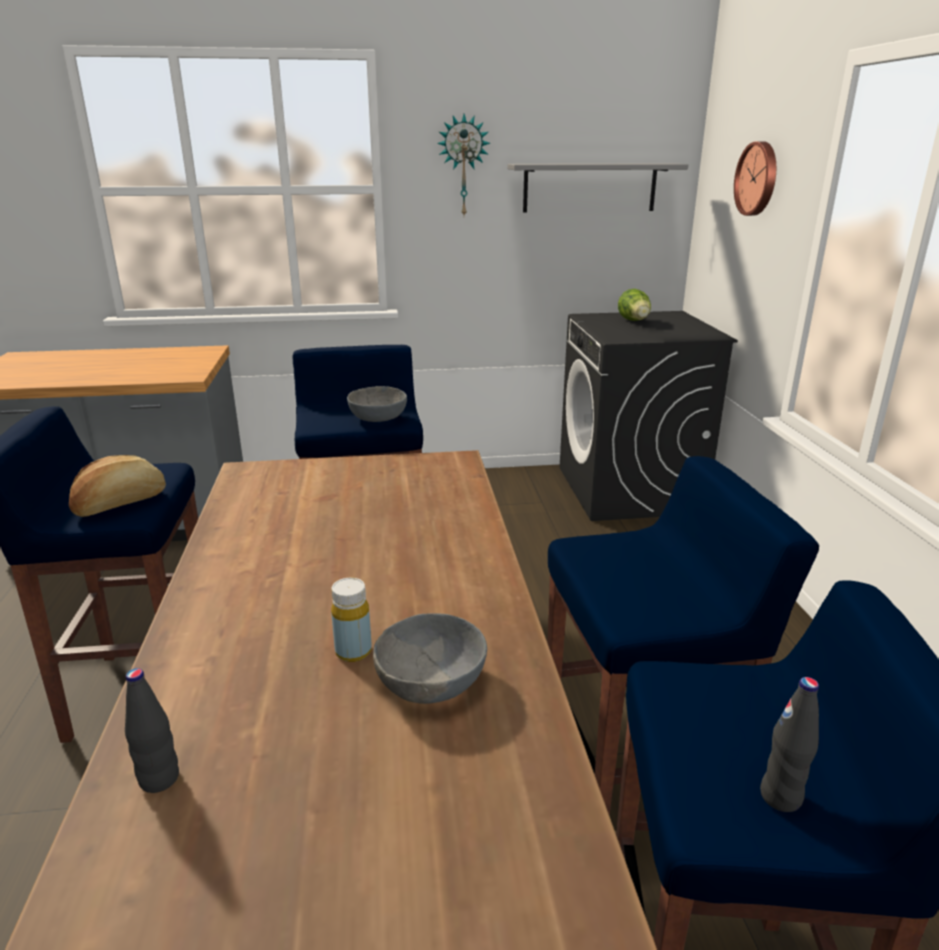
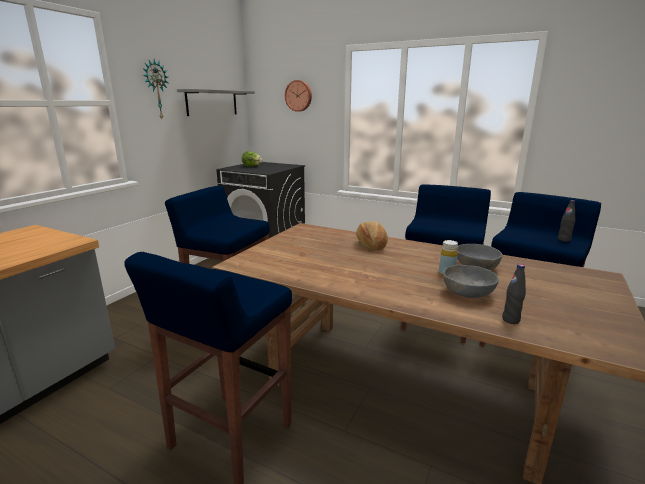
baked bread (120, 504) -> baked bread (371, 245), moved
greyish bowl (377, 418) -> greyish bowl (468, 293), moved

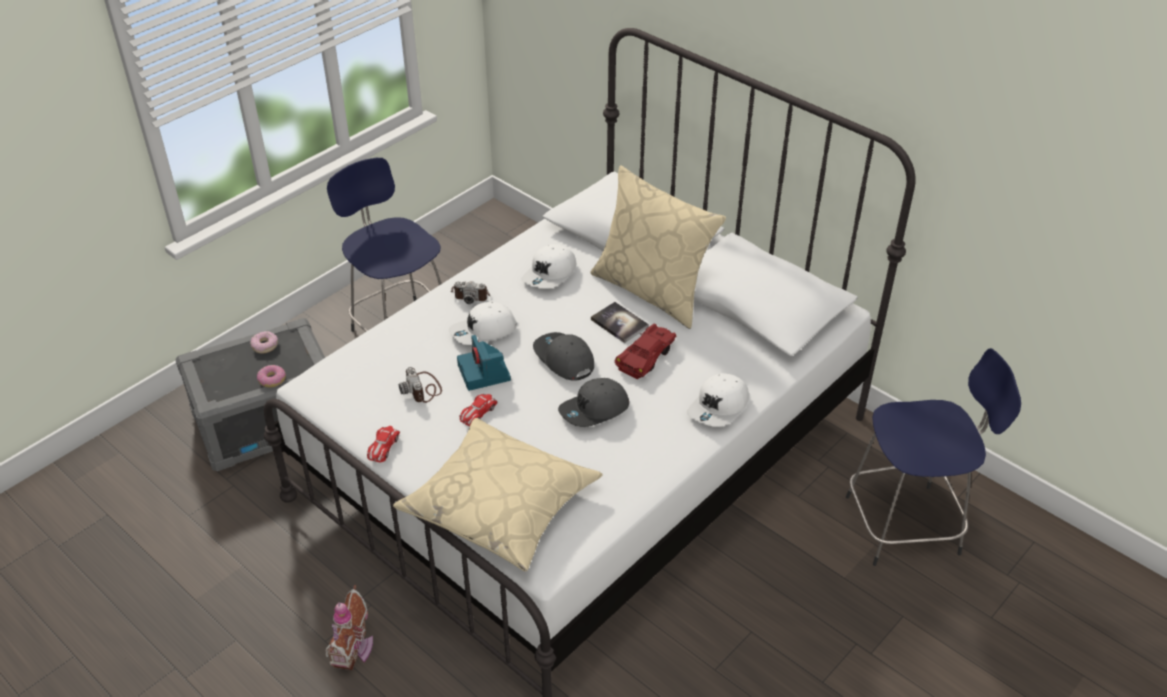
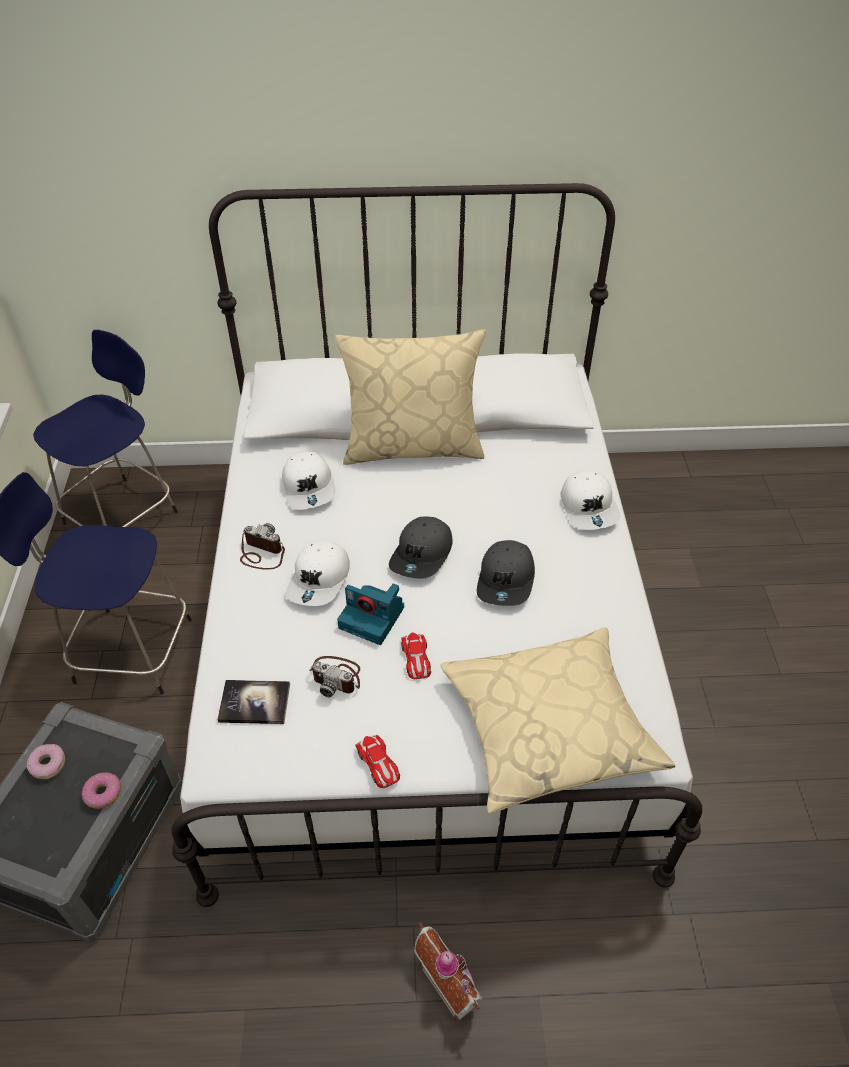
still camera (471, 294) -> still camera (261, 553), 120 degrees counterclockwise
greyish peaked cap (563, 359) -> greyish peaked cap (422, 555), 75 degrees counterclockwise
bound book (619, 323) -> bound book (254, 703), moved
reddish model car (646, 357) -> none
blue-coloured stool seat (906, 524) -> blue-coloured stool seat (124, 515), moved

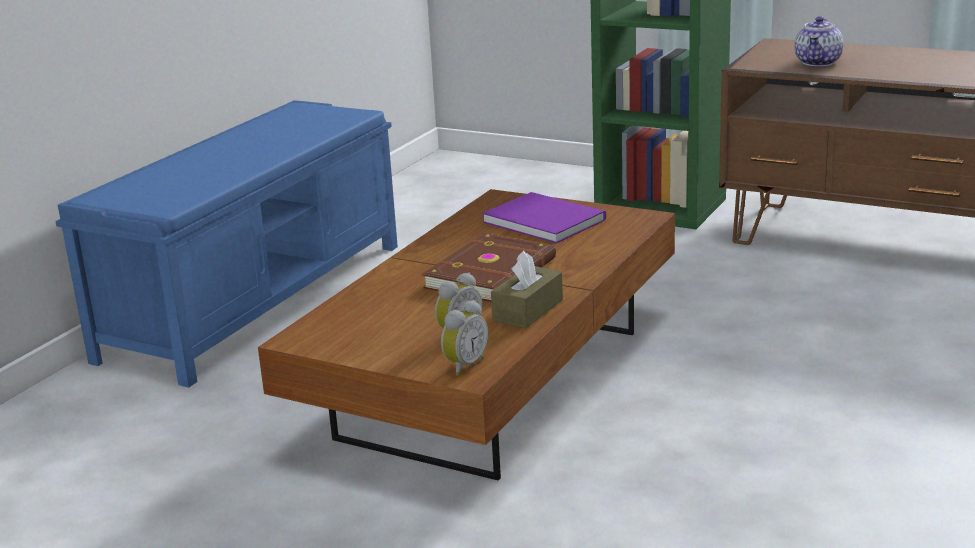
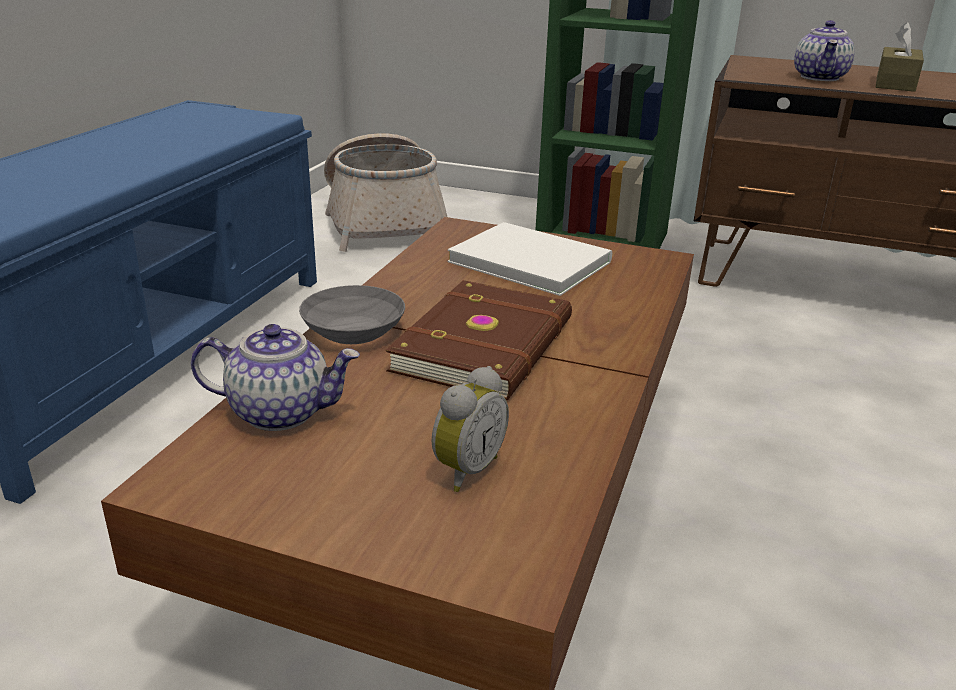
table clock (463, 365) -> none
purple bound book (543, 219) -> whitish bound book (528, 260)
brownish tissue box (528, 310) -> brownish tissue box (895, 83), moved
none -> pot for tea (281, 412)
none -> greyish bowl (356, 330)
none -> household basket (384, 222)

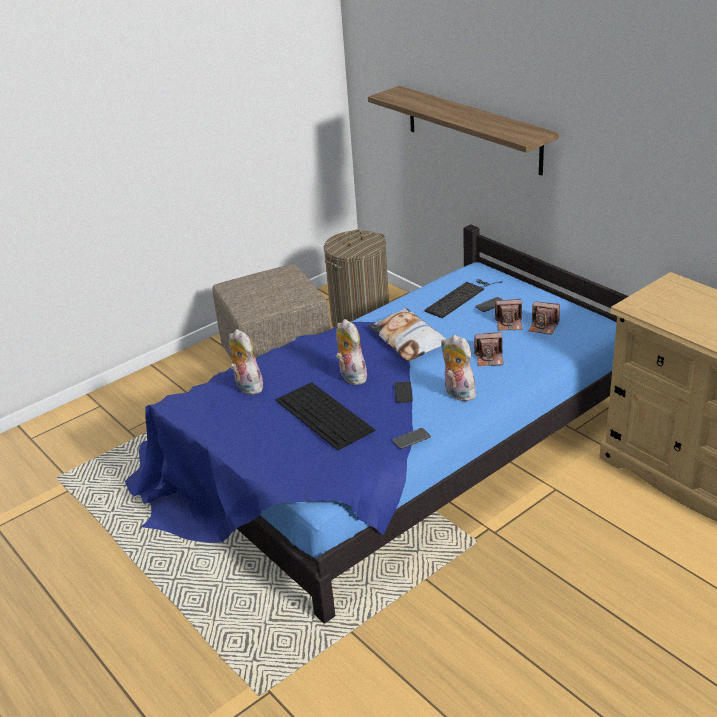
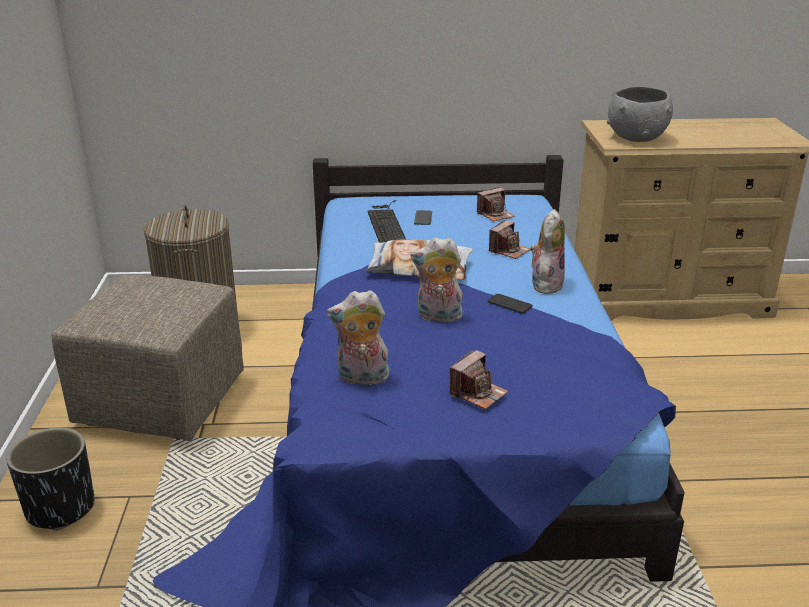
PC keyboard (325, 415) -> none
bracket shelf (473, 129) -> none
handset (411, 439) -> none
cuddly toy (457, 393) -> cuddly toy (545, 284), 120 degrees clockwise
still camera (509, 323) -> still camera (478, 393), moved
none -> black planter (61, 508)
none -> greyish bowl (636, 138)

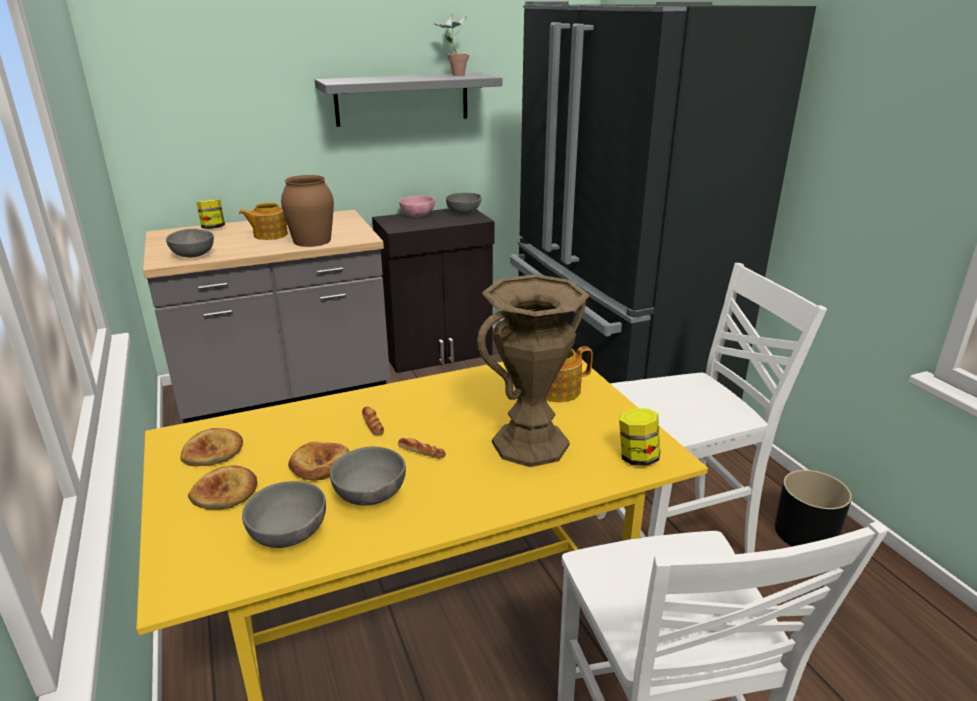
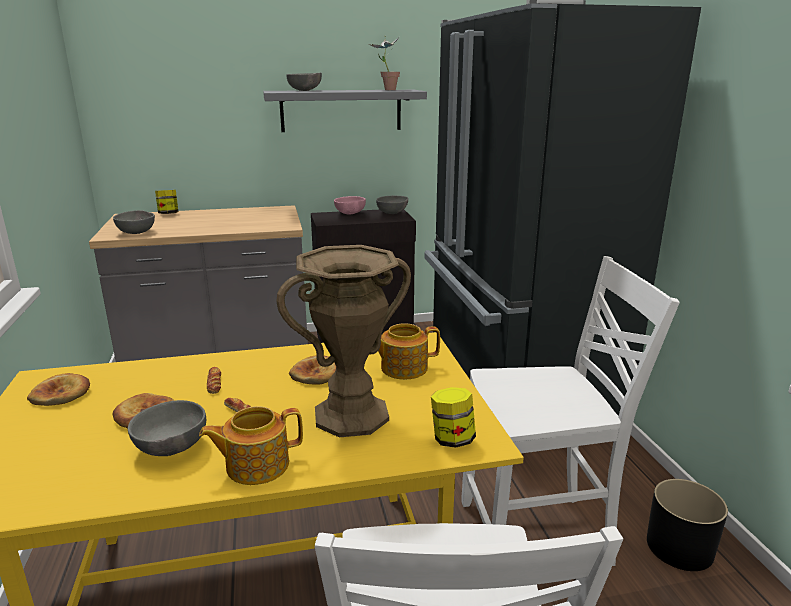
baked bread (225, 492) -> baked bread (317, 374), moved
pot for tea (269, 235) -> pot for tea (256, 465), moved
greyish bowl (290, 536) -> greyish bowl (305, 90), moved
brownish vase (312, 240) -> none

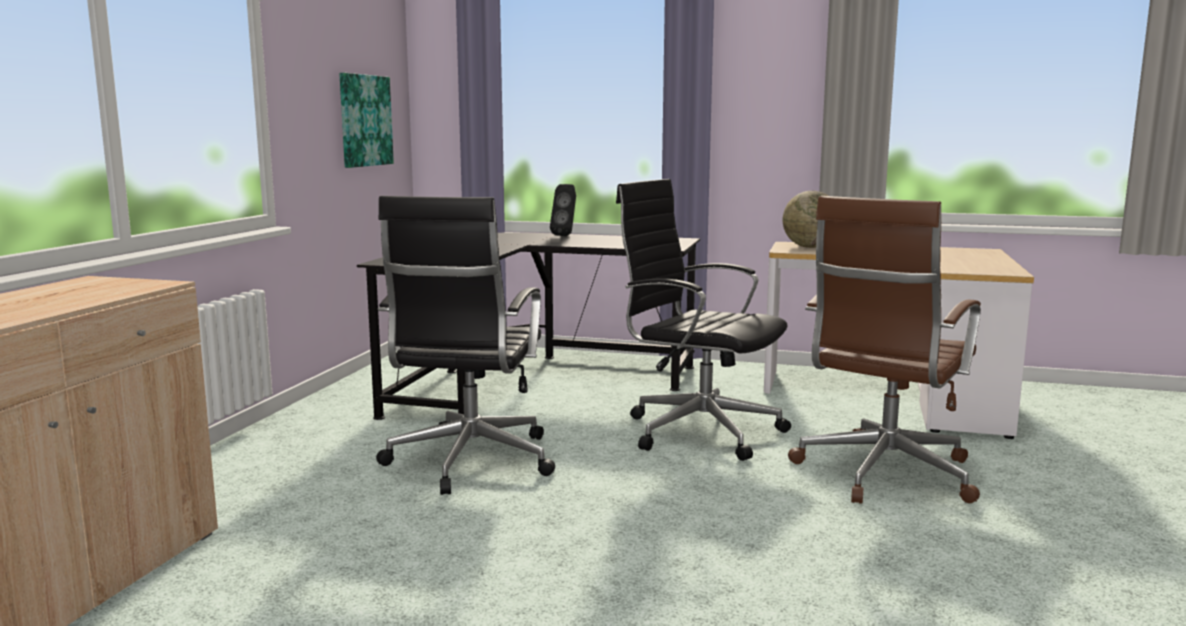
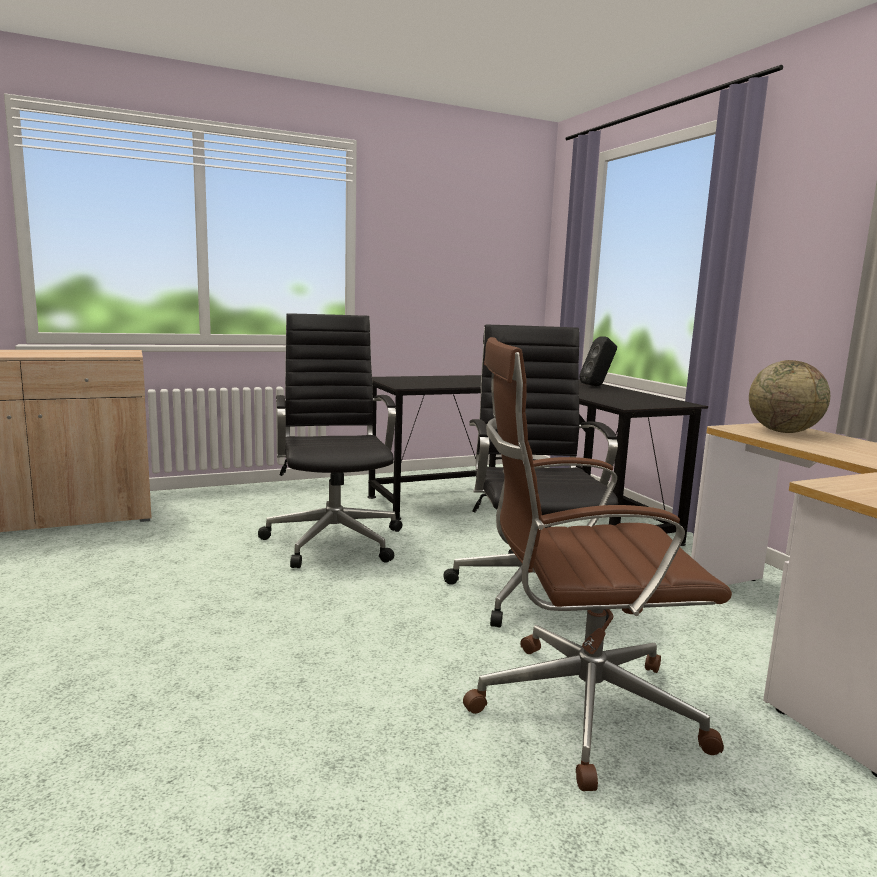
wall art (364, 120) -> none
black office chair (469, 462) -> black office chair (334, 540), 105 degrees clockwise

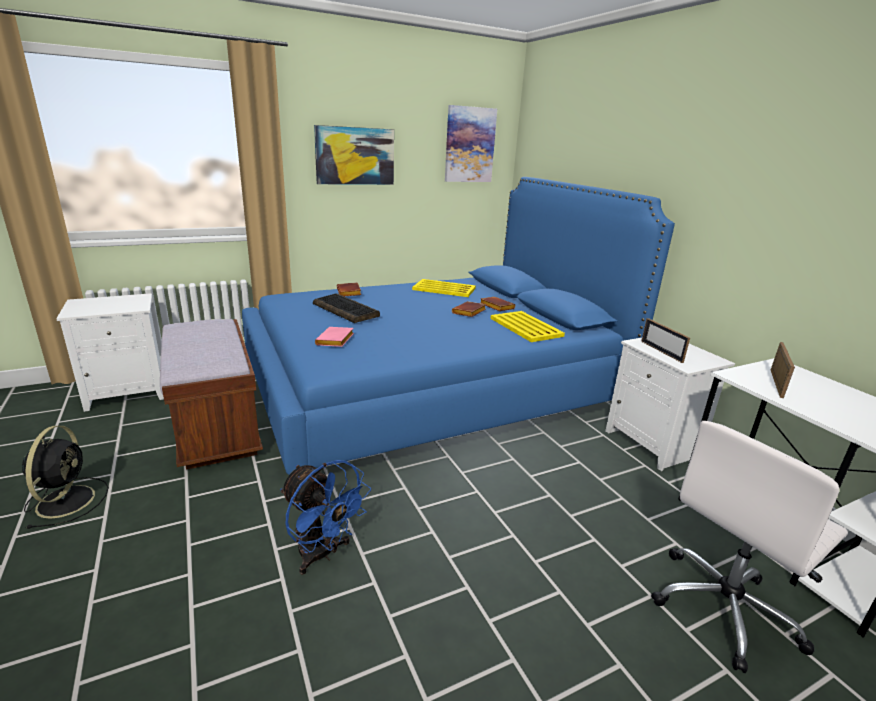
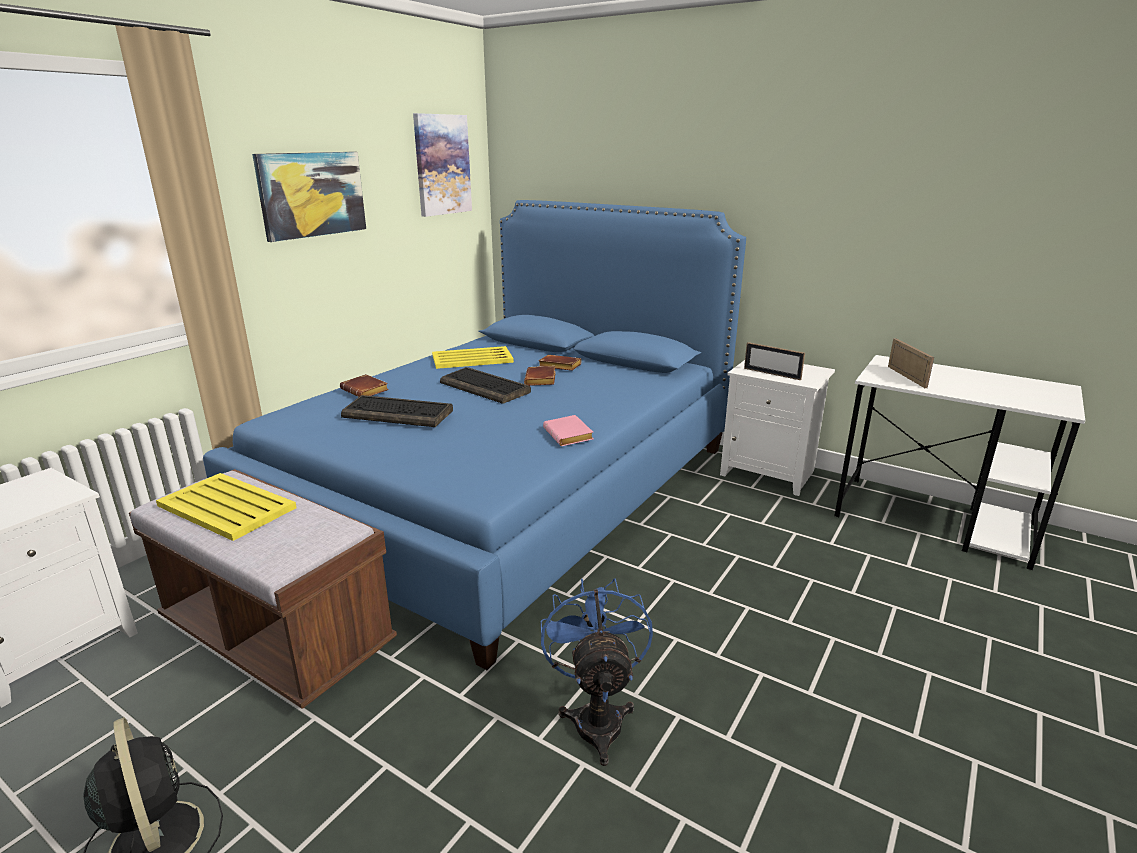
blue-coloured cooling fan (322, 554) -> blue-coloured cooling fan (597, 717), 105 degrees counterclockwise
pinkish bound book (336, 341) -> pinkish bound book (570, 436), moved
yellow-coloured tray (526, 327) -> yellow-coloured tray (227, 507), moved
whitish office chair (725, 608) -> none
none -> PC keyboard (486, 387)

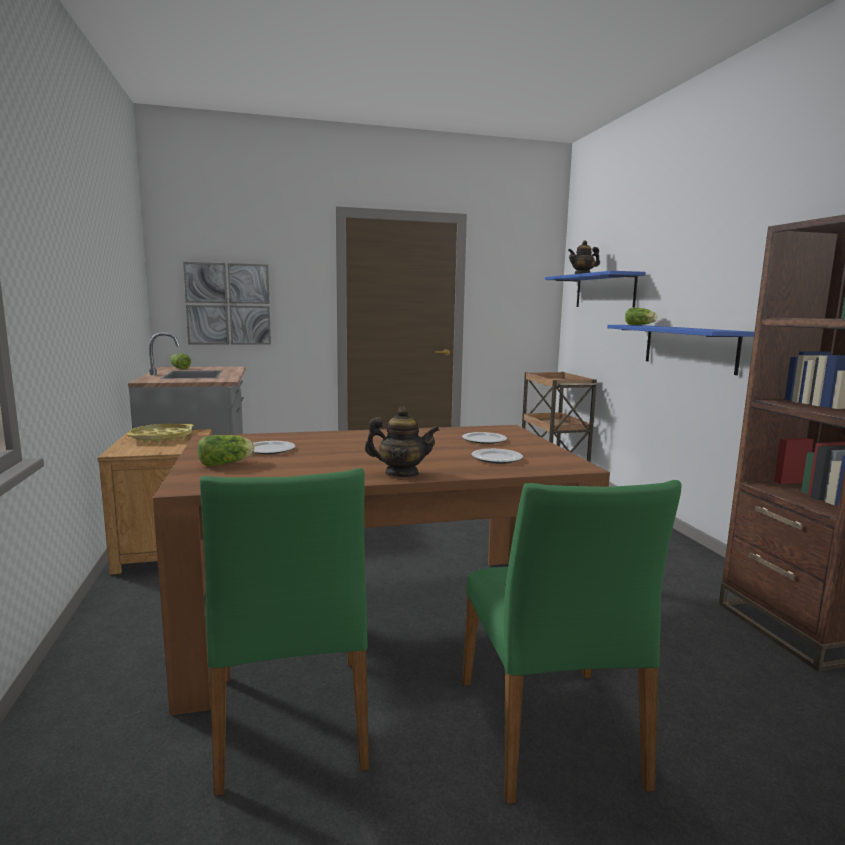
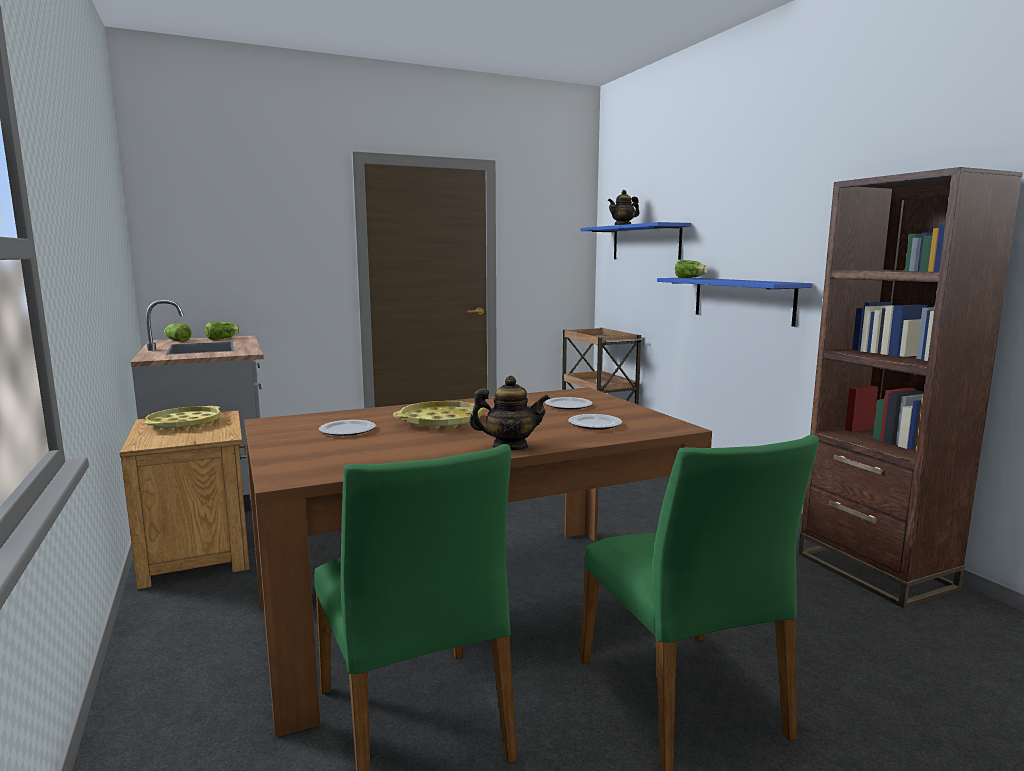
wall art (228, 304) -> none
lettuce head (227, 463) -> lettuce head (223, 338), moved
none -> yellow-coloured tray (441, 422)

